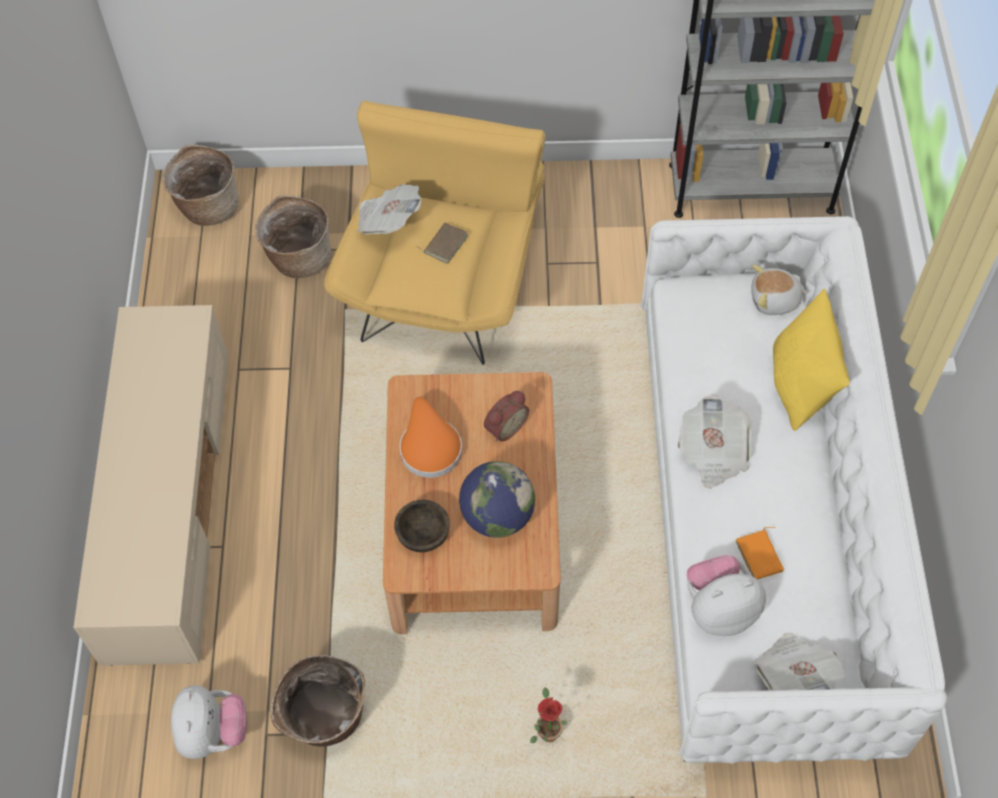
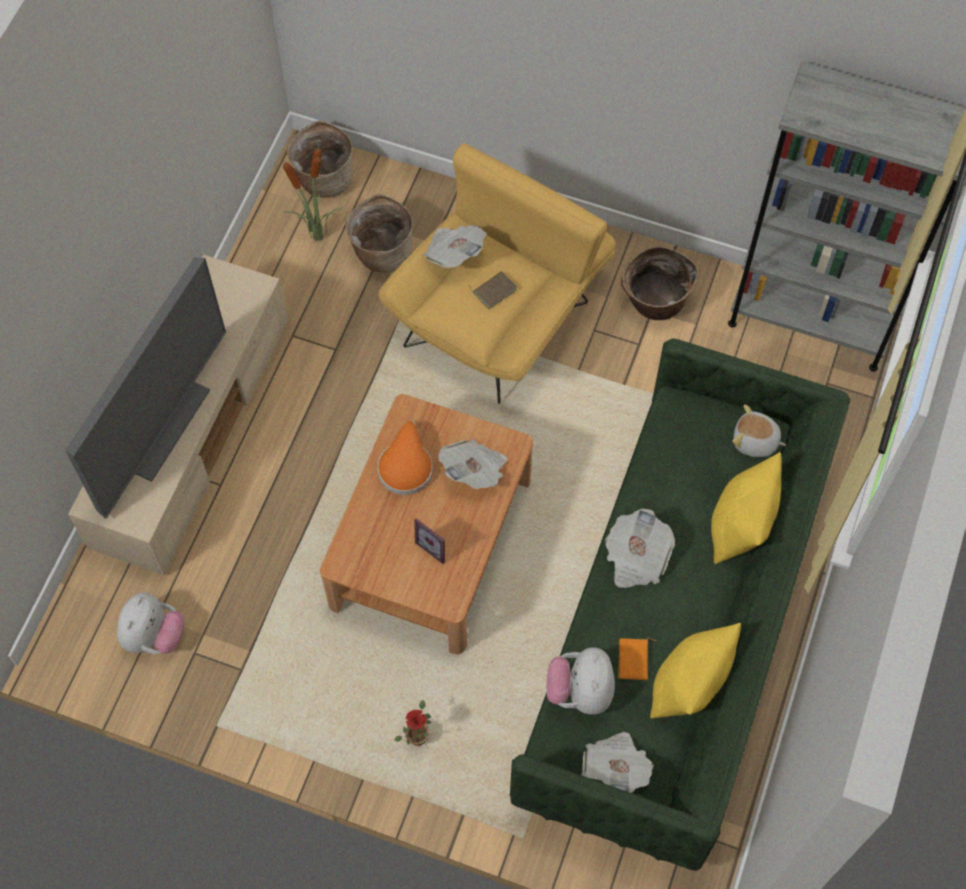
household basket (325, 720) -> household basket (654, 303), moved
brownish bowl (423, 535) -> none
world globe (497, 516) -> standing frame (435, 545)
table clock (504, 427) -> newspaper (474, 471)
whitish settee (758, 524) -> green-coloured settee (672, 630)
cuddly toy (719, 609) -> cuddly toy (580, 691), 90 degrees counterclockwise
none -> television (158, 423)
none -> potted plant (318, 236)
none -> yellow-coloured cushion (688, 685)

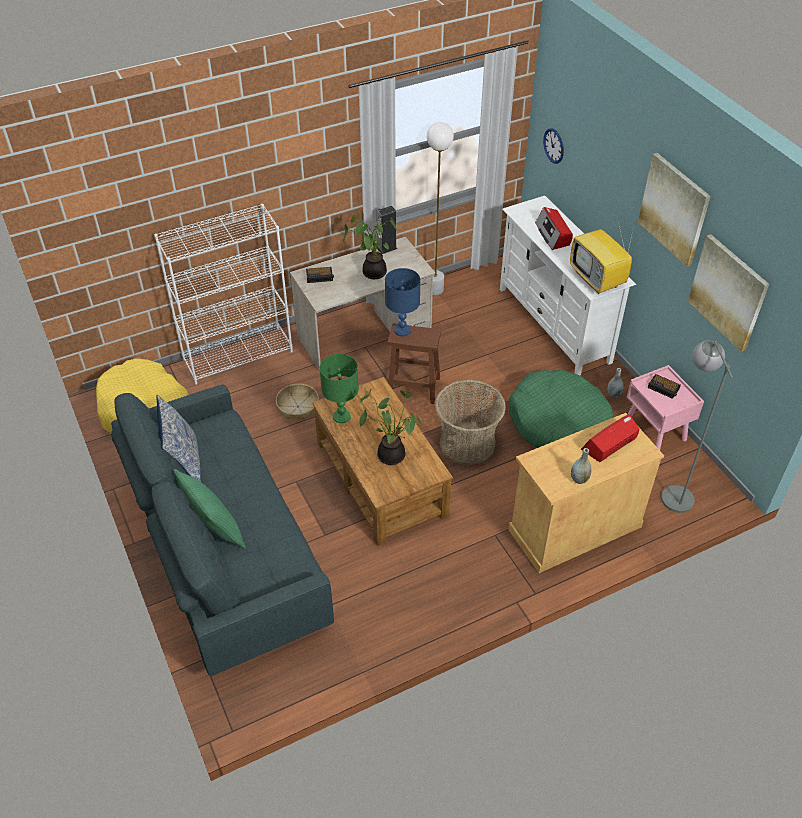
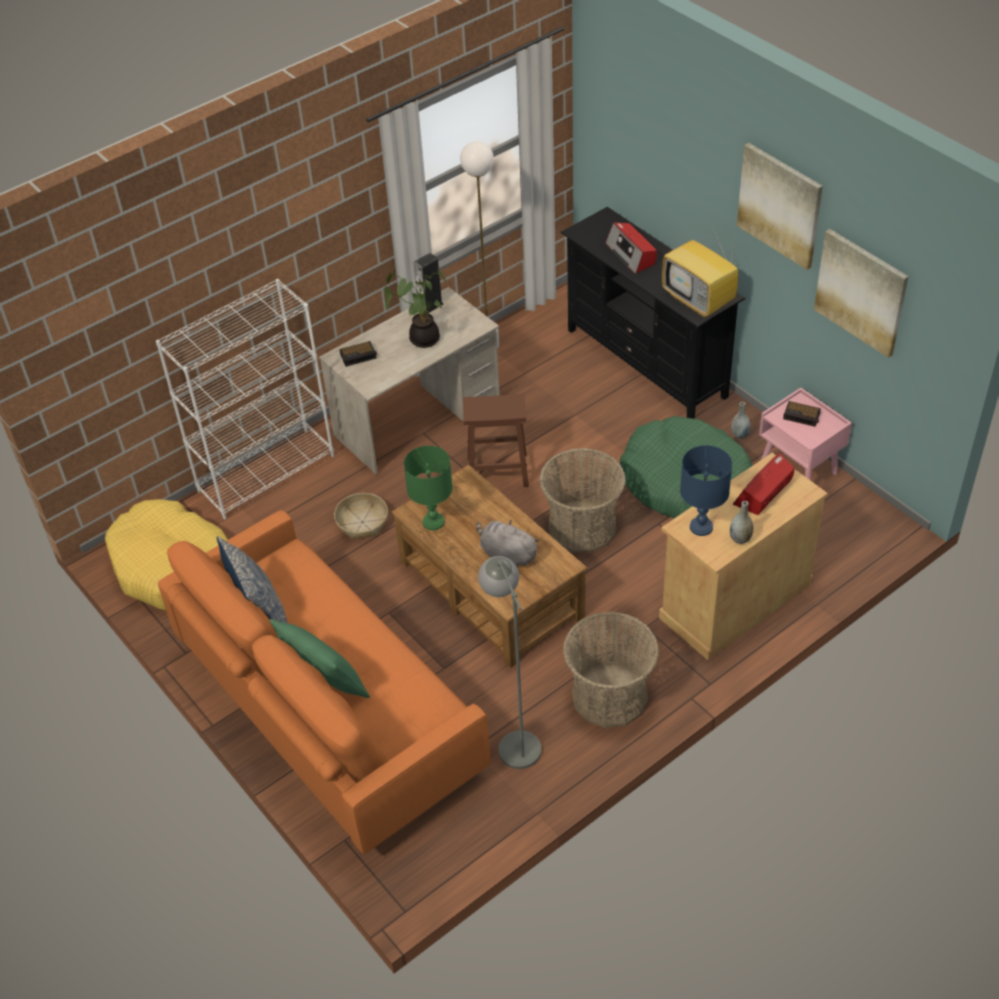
greyish settee (225, 551) -> orangey settee (328, 711)
potted plant (391, 453) -> greyish cuddly toy (506, 554)
blue-coloured lamp for a table (402, 330) -> blue-coloured lamp for a table (701, 527), moved
whitish tv unit (554, 325) -> black tv unit (647, 363)
hanging clock (554, 145) -> none
greyish standard lamp (673, 490) -> greyish standard lamp (514, 738), moved
none -> household basket (609, 696)

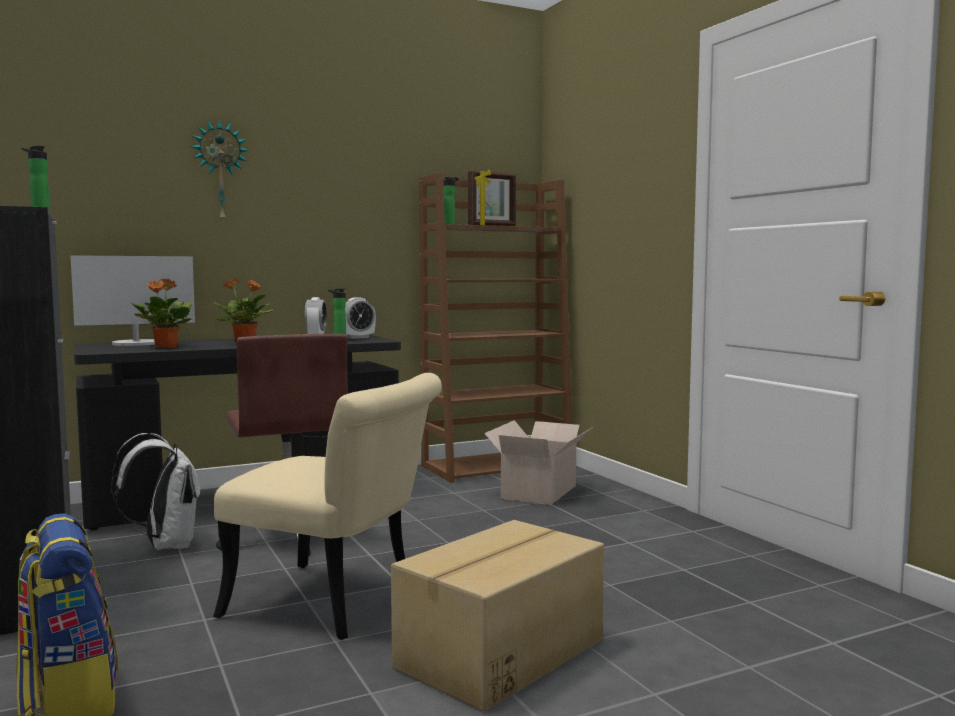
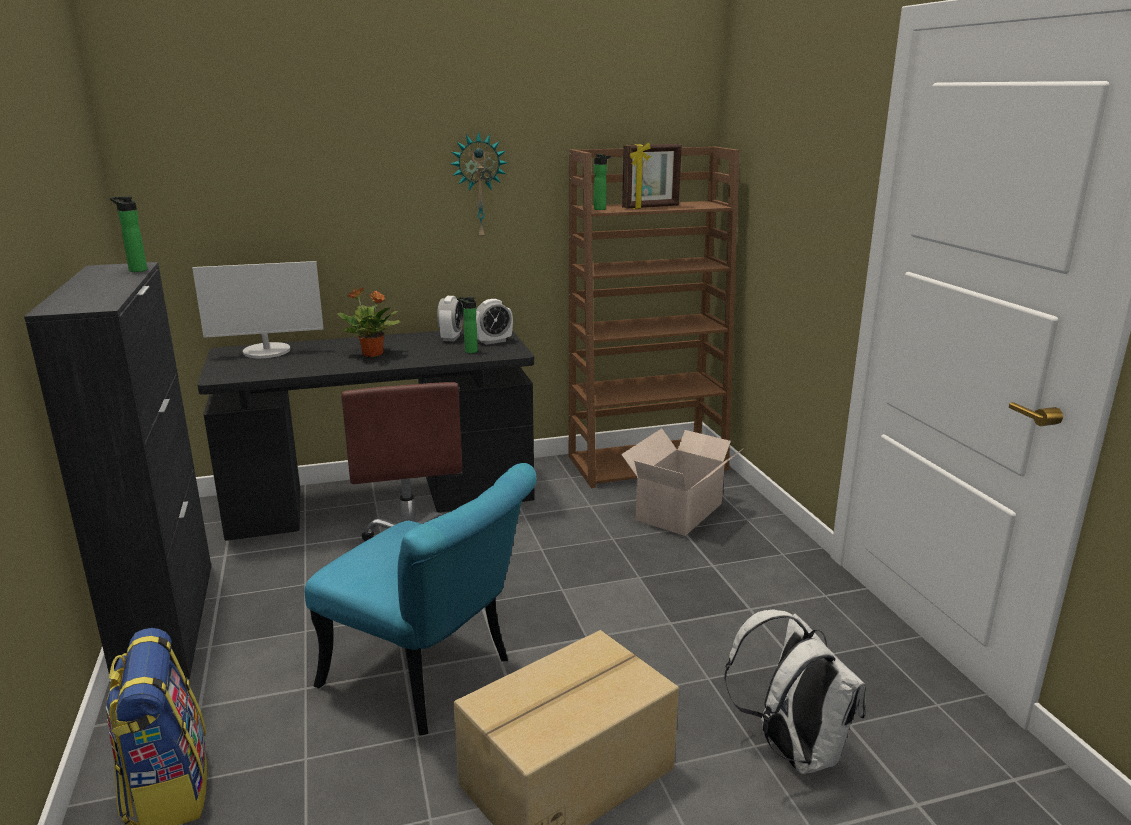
whitish rucksack (165, 545) -> whitish rucksack (791, 750), moved
potted plant (165, 347) -> none
hanging clock (220, 172) -> hanging clock (479, 187), moved
beige-coloured plain chair (337, 603) -> turquoise-coloured plain chair (431, 678)

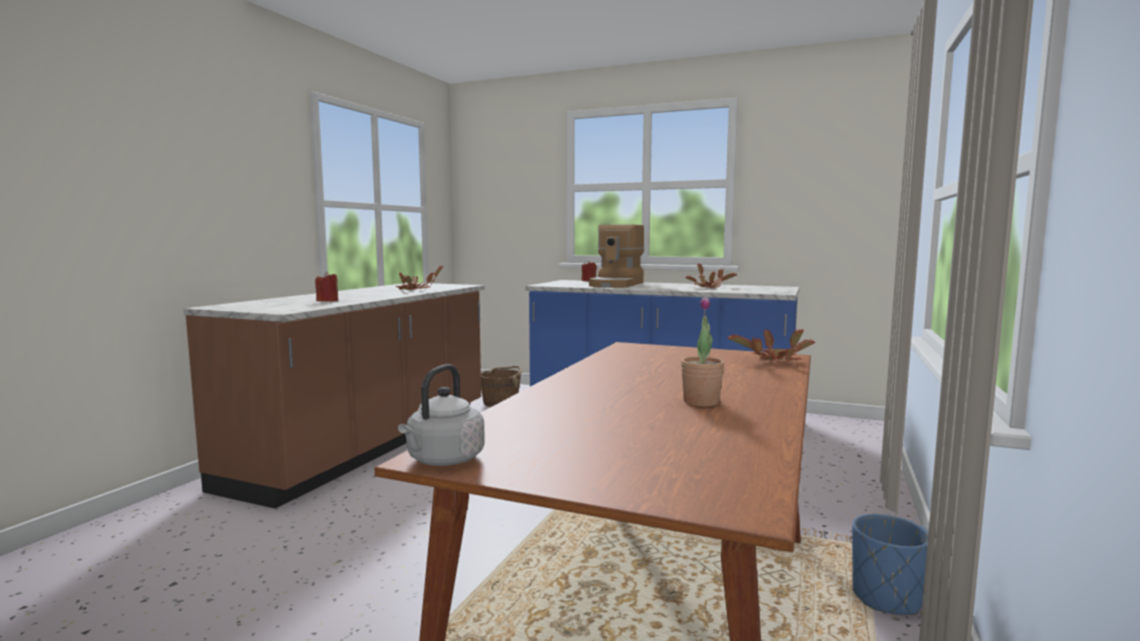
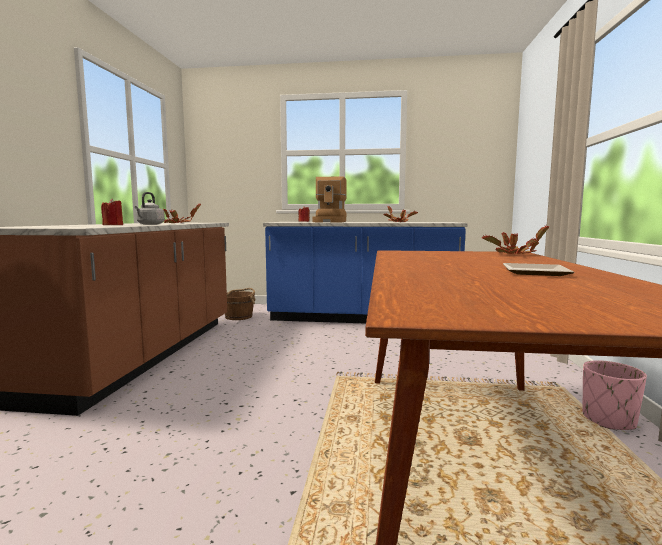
greyish water kettle (443, 460) -> greyish water kettle (150, 224), moved
potted plant (701, 402) -> flat dish (532, 272)
blue-coloured planter (886, 598) -> pinkish planter (608, 420)

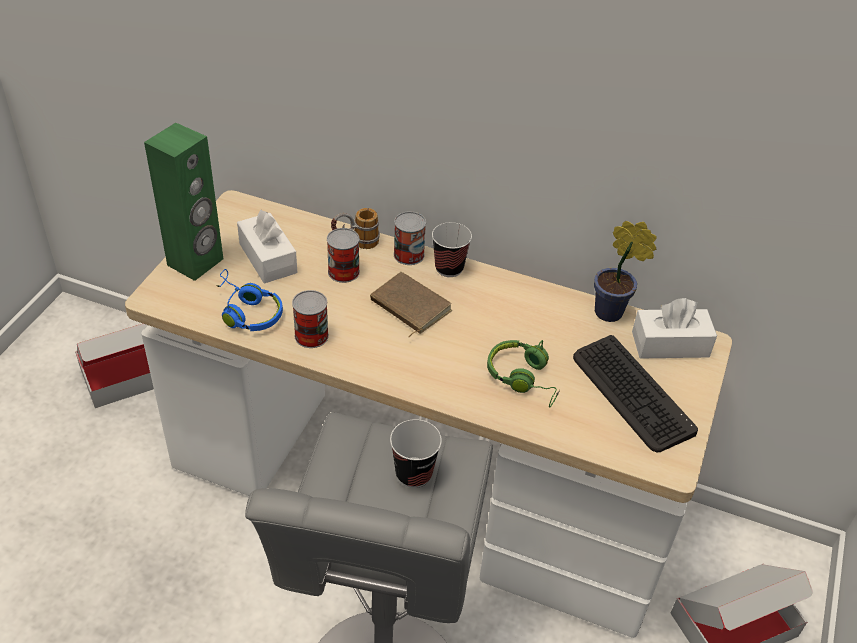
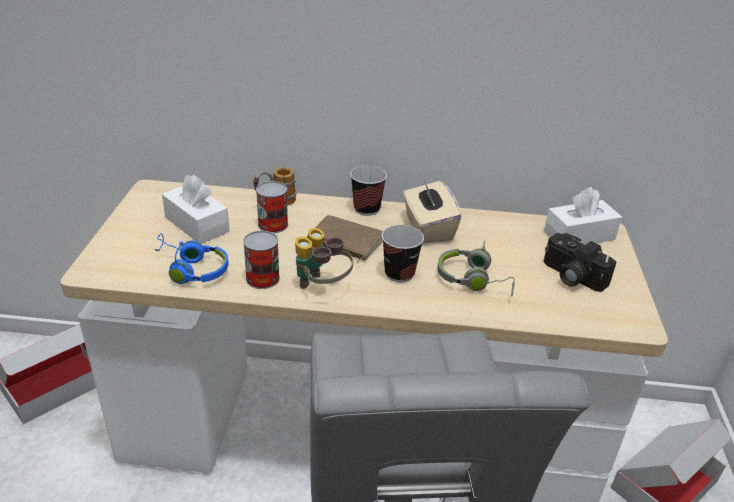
green-coloured speaker (196, 262) -> none
cup (414, 474) -> cup (399, 274), moved
can (409, 255) -> none
green-coloured pair of headphones (524, 378) -> greyish pair of headphones (474, 280)
PC keyboard (631, 394) -> still camera (570, 276)
potted plant (612, 313) -> none
none -> binoculars (321, 287)
none -> beige-coloured tissue box (428, 228)

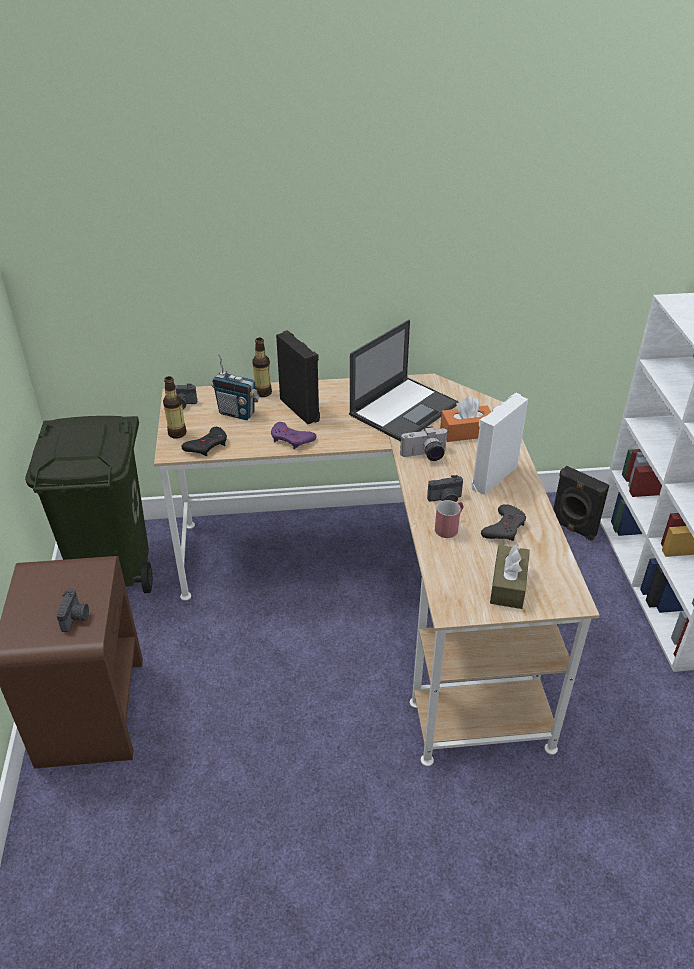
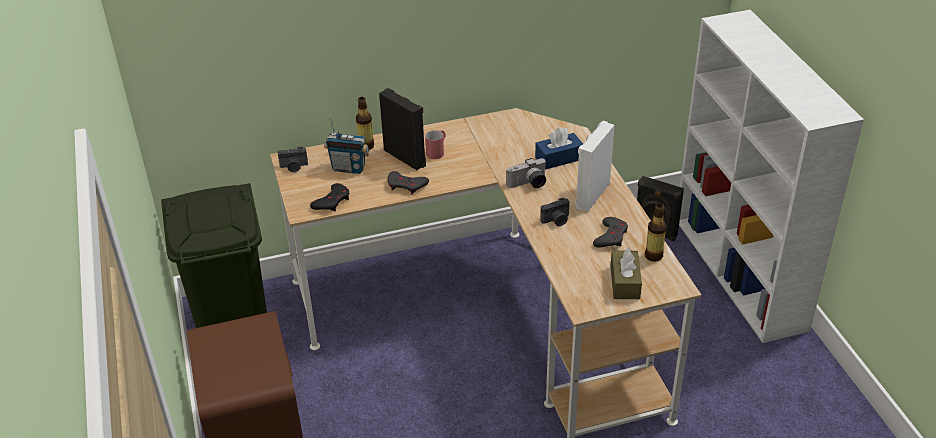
still camera (76, 618) -> none
beverage bottle (177, 433) -> beverage bottle (653, 256), moved
purple game controller (291, 439) -> greyish game controller (406, 185)
notebook computer (404, 409) -> none
reddish tea mug (449, 527) -> reddish tea mug (437, 151), moved
orangey tissue box (466, 432) -> blue-coloured tissue box (559, 158)

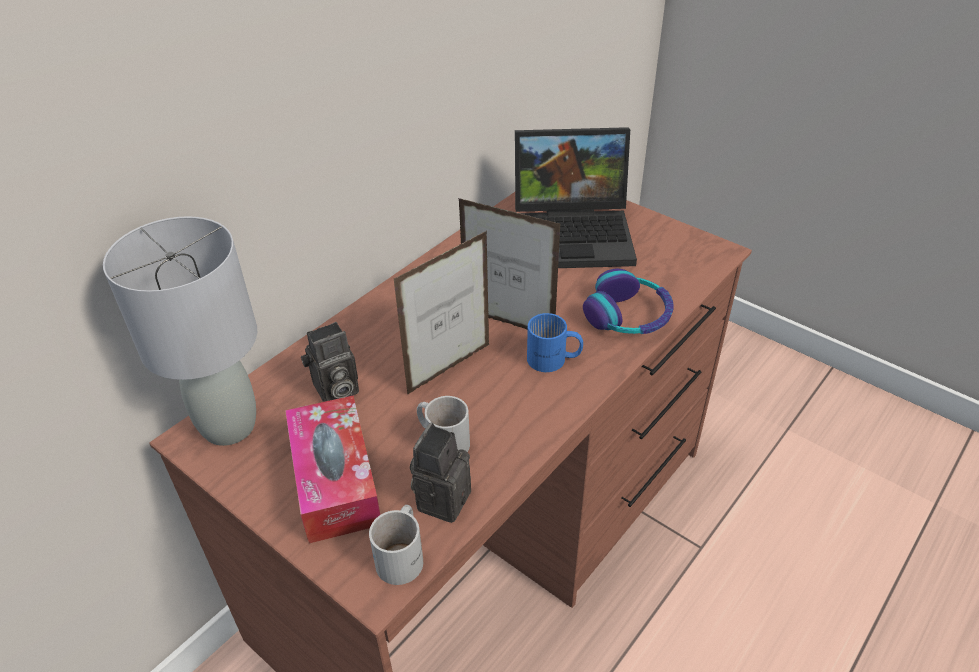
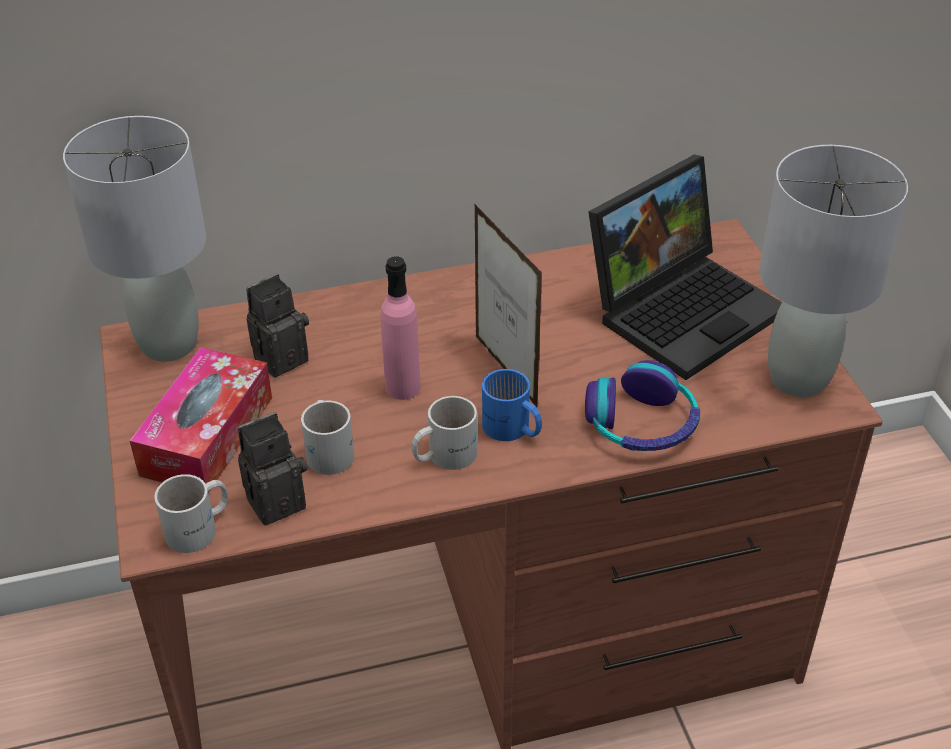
still camera (335, 391) -> still camera (281, 356), 135 degrees clockwise
standing frame (449, 368) -> pinkish beverage bottle (403, 387)
notebook computer (575, 233) -> notebook computer (683, 308), 75 degrees counterclockwise
none -> whitish tea mug (443, 454)
none -> greyish lamp for a table (799, 379)

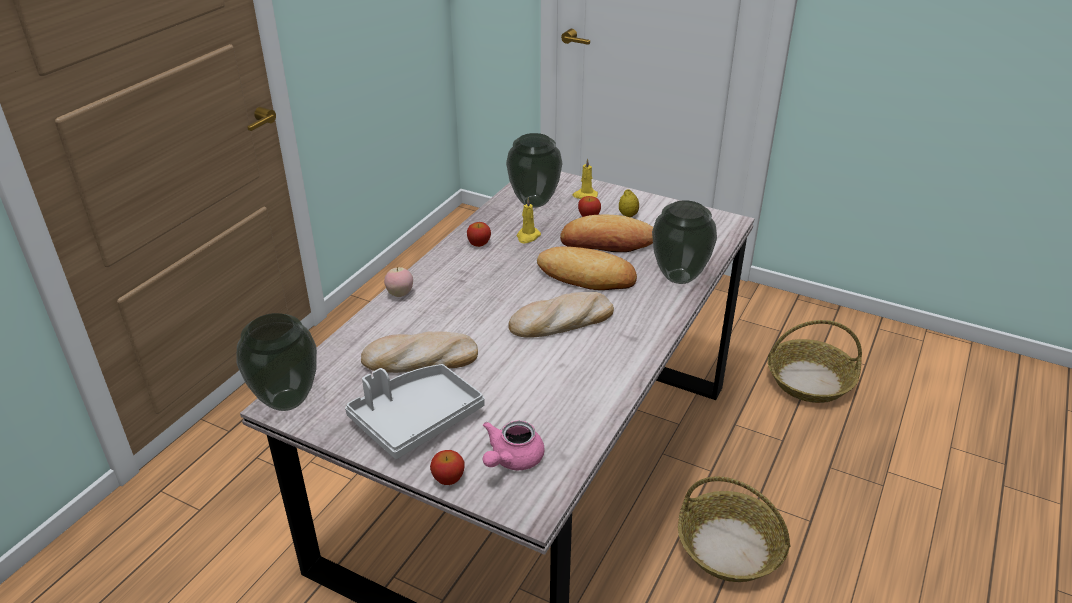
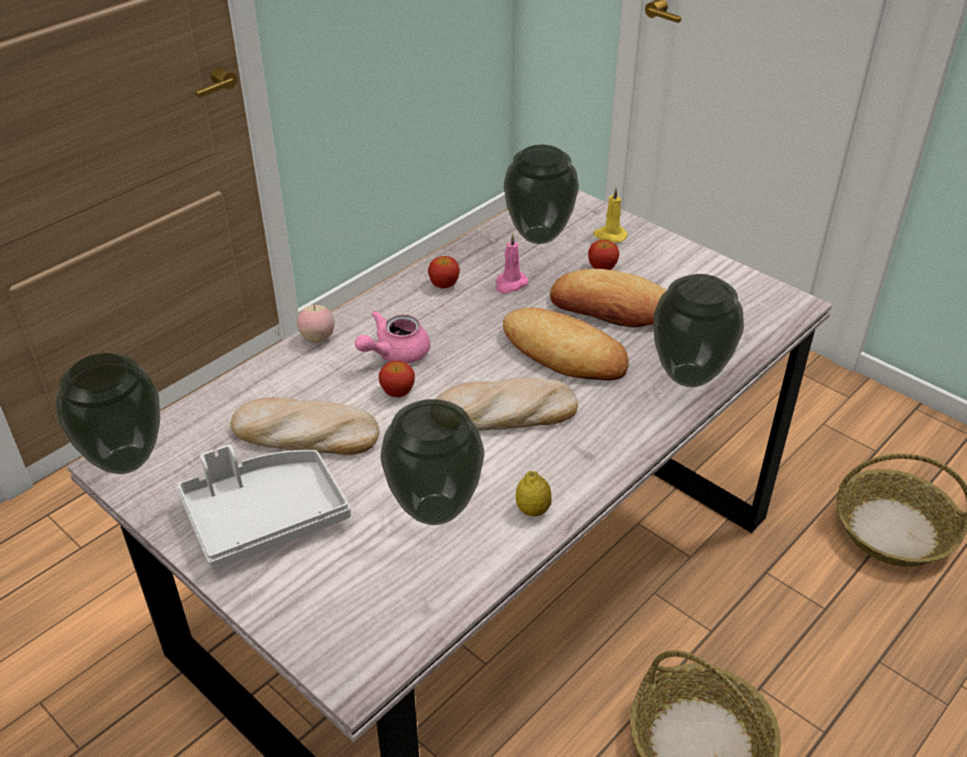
whole apple (448, 479) -> whole apple (397, 392), moved
pinkish pot for tea (511, 459) -> pinkish pot for tea (395, 353), moved
yellow-coloured wax candle (527, 237) -> pinkish wax candle (510, 284)
lemon (628, 215) -> lemon (532, 510), moved
none -> vase (433, 511)

